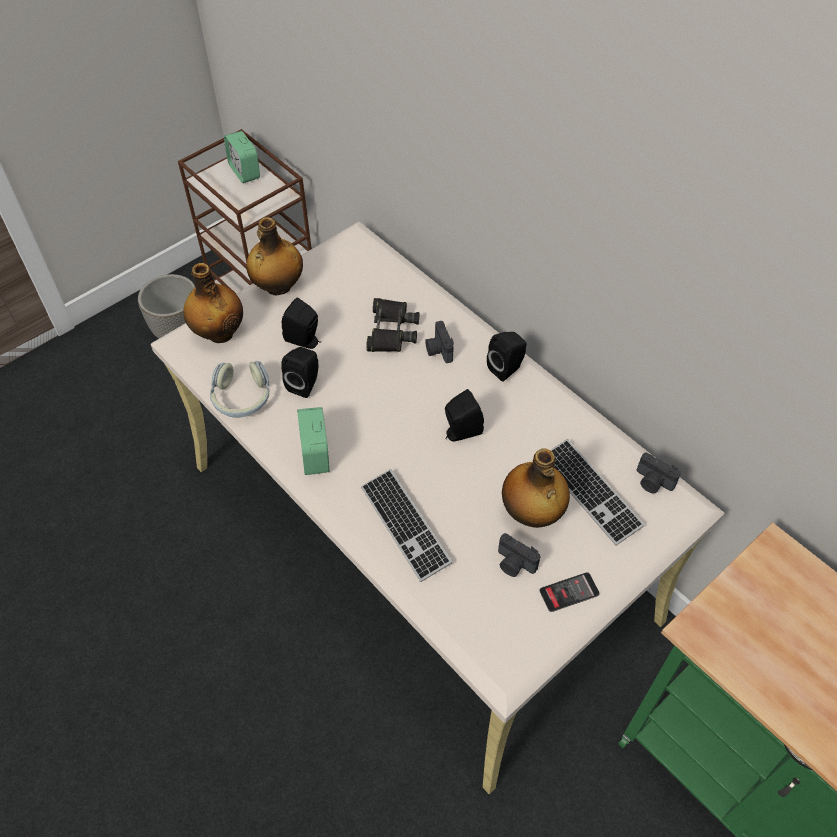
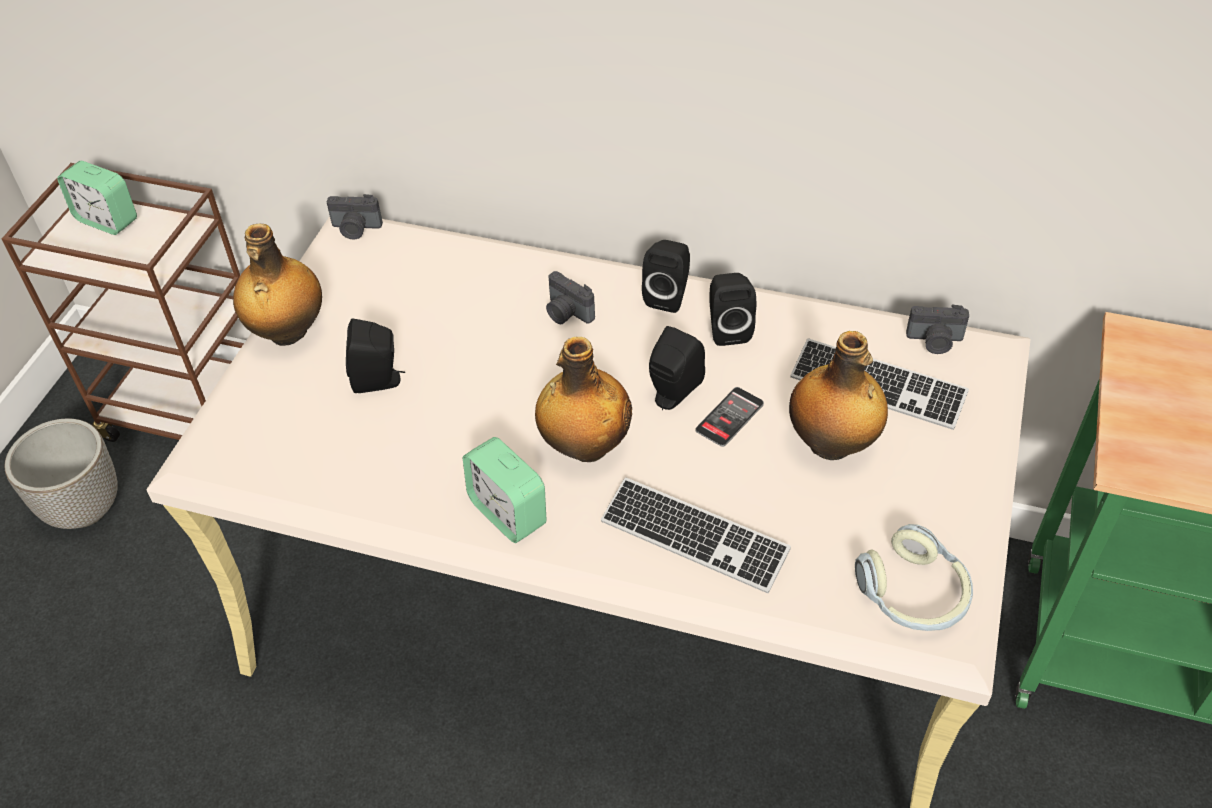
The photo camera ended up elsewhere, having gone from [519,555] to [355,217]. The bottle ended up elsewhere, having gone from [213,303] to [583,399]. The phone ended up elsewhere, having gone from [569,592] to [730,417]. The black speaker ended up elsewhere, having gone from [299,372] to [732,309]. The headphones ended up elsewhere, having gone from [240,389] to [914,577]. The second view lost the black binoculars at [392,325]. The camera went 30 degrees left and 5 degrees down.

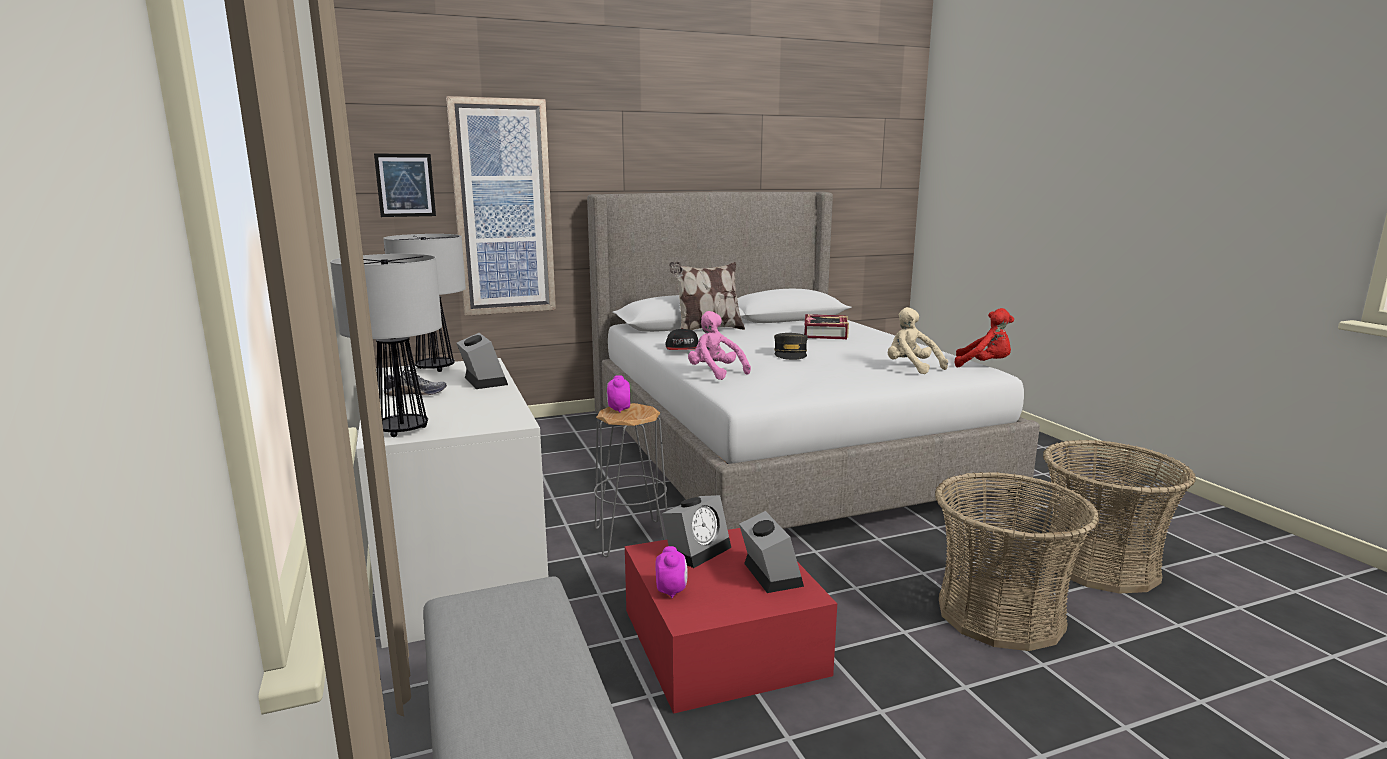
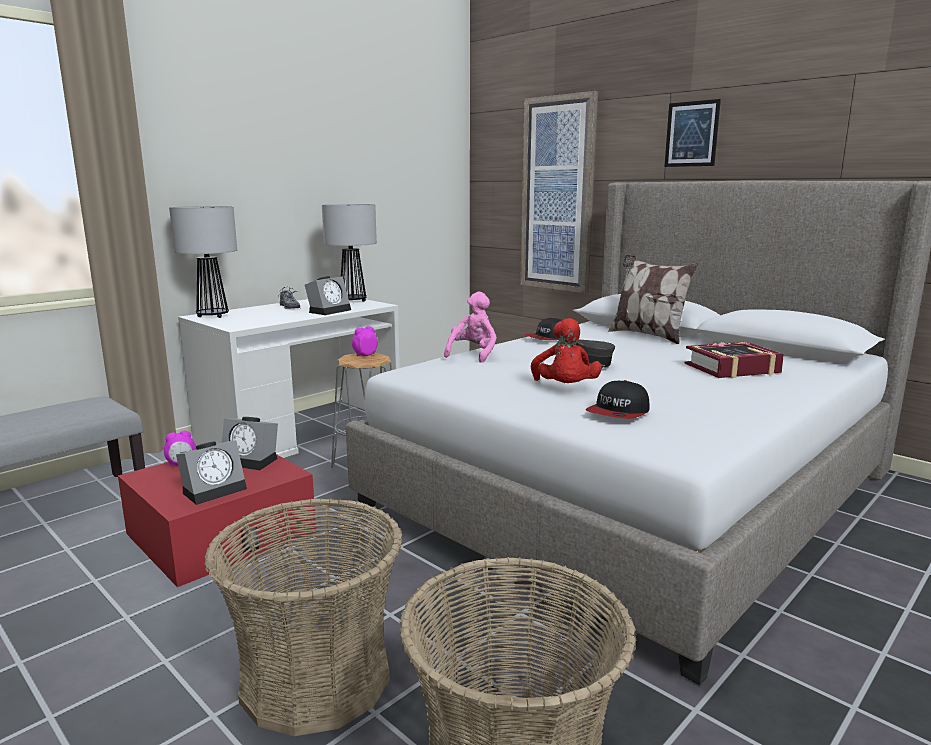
The red plush toy ended up elsewhere, having gone from [984,337] to [566,350]. Where the beige plush toy stood at [918,340], the cap came to stand at [618,399]. The picture ended up elsewhere, having gone from [405,185] to [692,133]. The camera went 65 degrees right and 0 degrees up.

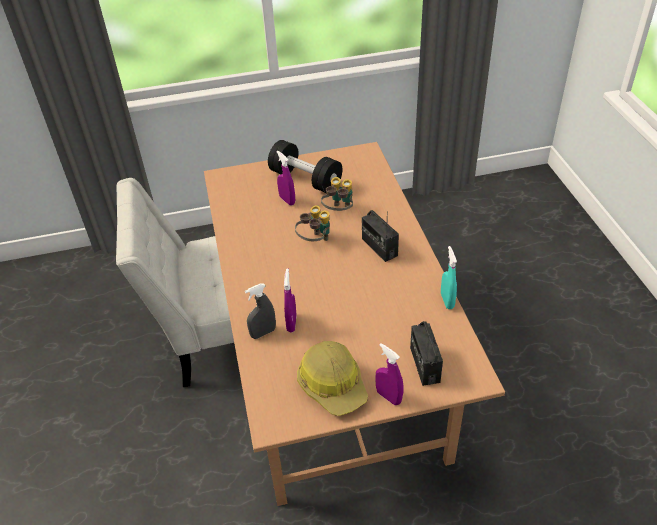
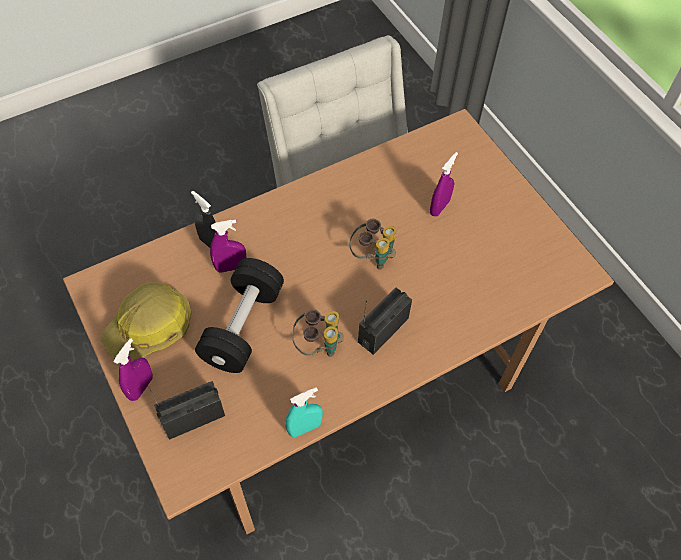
The black dumbbell ended up elsewhere, having gone from [305,166] to [239,315]. The binoculars ended up elsewhere, having gone from [337,194] to [318,333]. The camera went 70 degrees right and 15 degrees up.

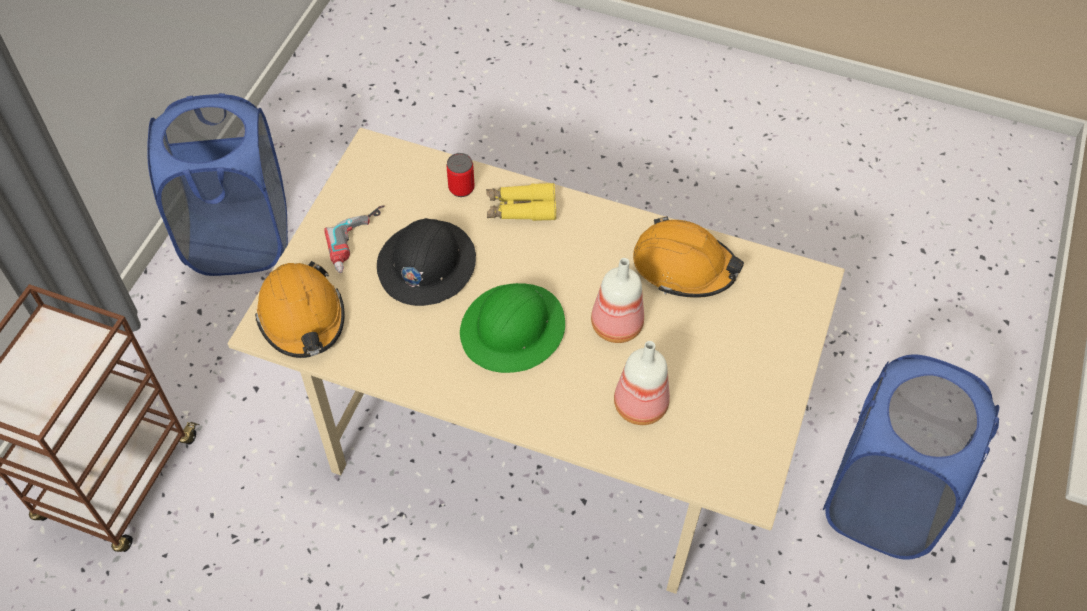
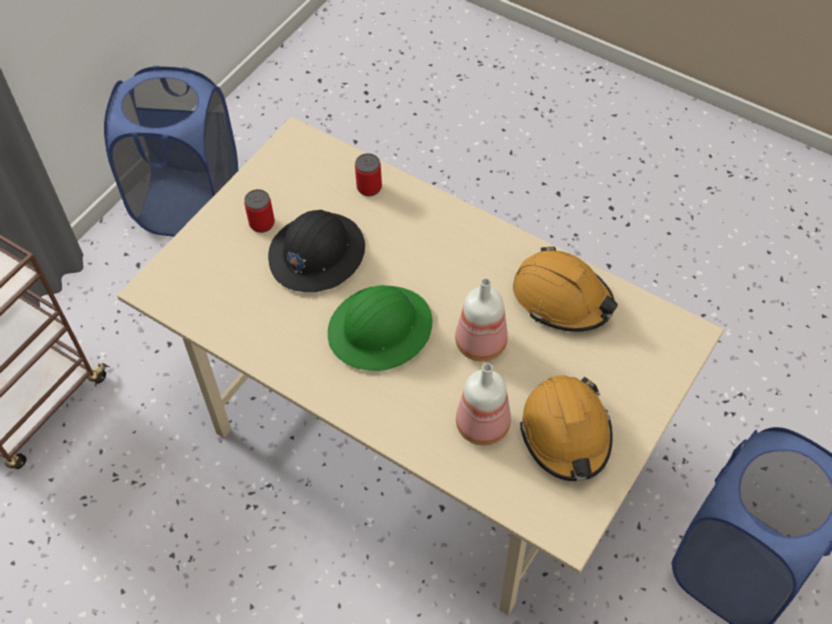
Where the power drill stood at [354,239], the can came to stand at [259,211]. The orange hard hat ended up elsewhere, having gone from [300,309] to [566,428]. The second view lost the yellow binoculars at [521,202]. The camera went 15 degrees right and 0 degrees up.

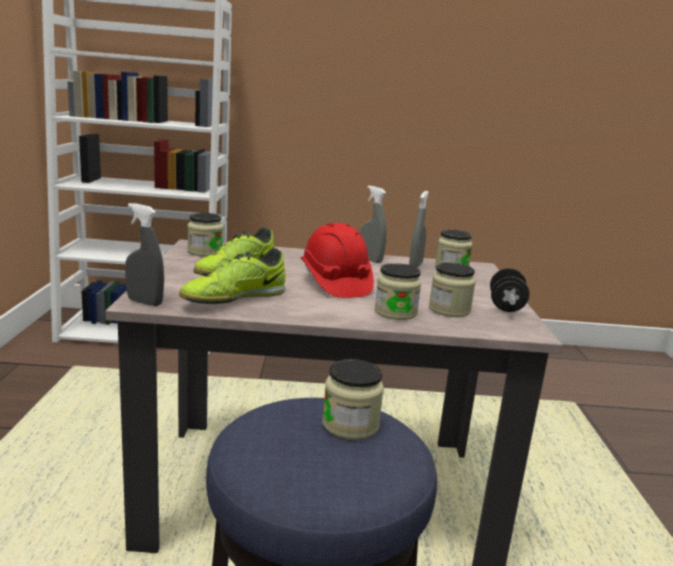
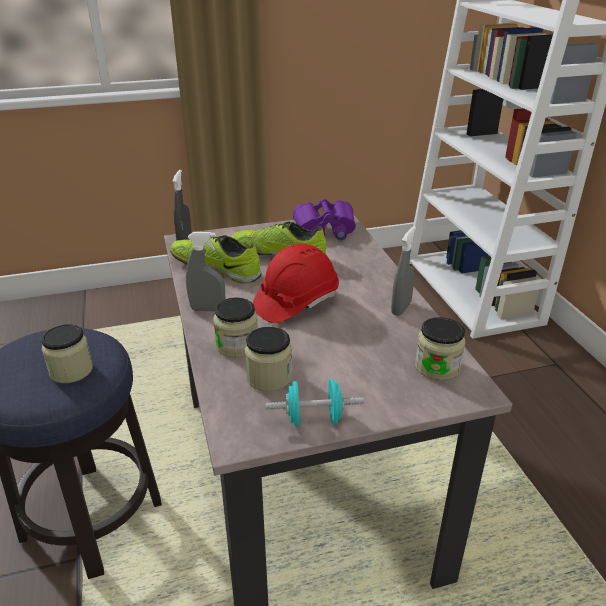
The grey spray bottle ended up elsewhere, having gone from [419,229] to [205,271]. What was the black dumbbell at [510,290] turned into the turquoise dumbbell at [314,403]. Where the jar stood at [205,234], the purple binoculars came to stand at [324,219]. The camera went 75 degrees right and 15 degrees up.

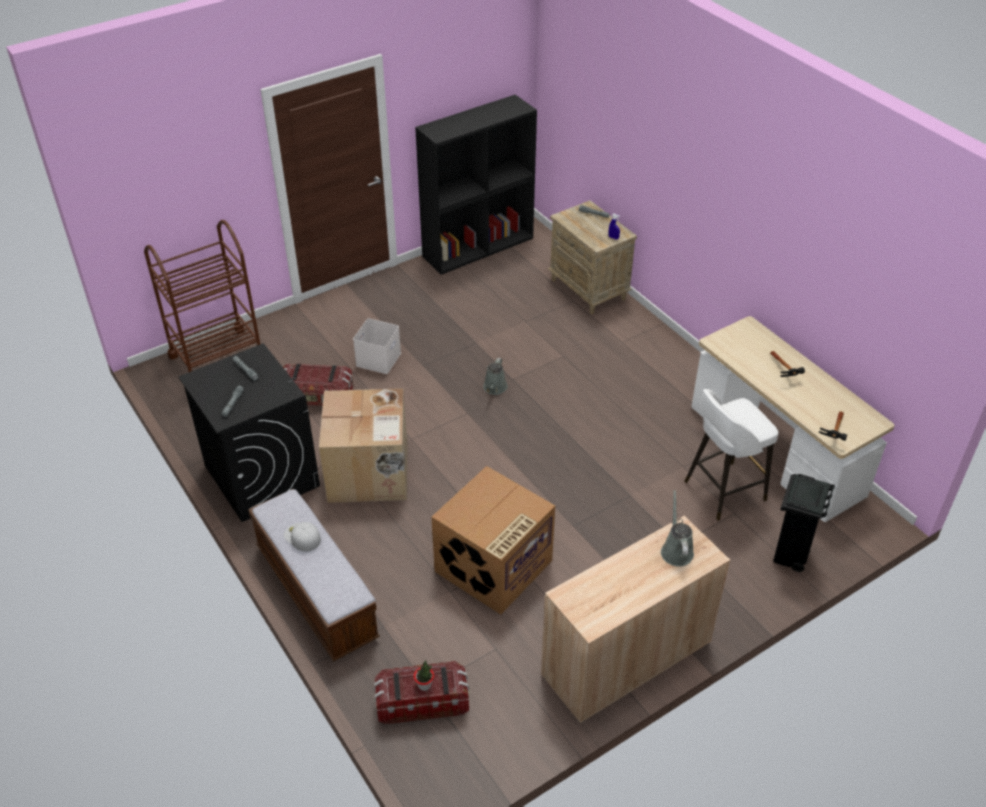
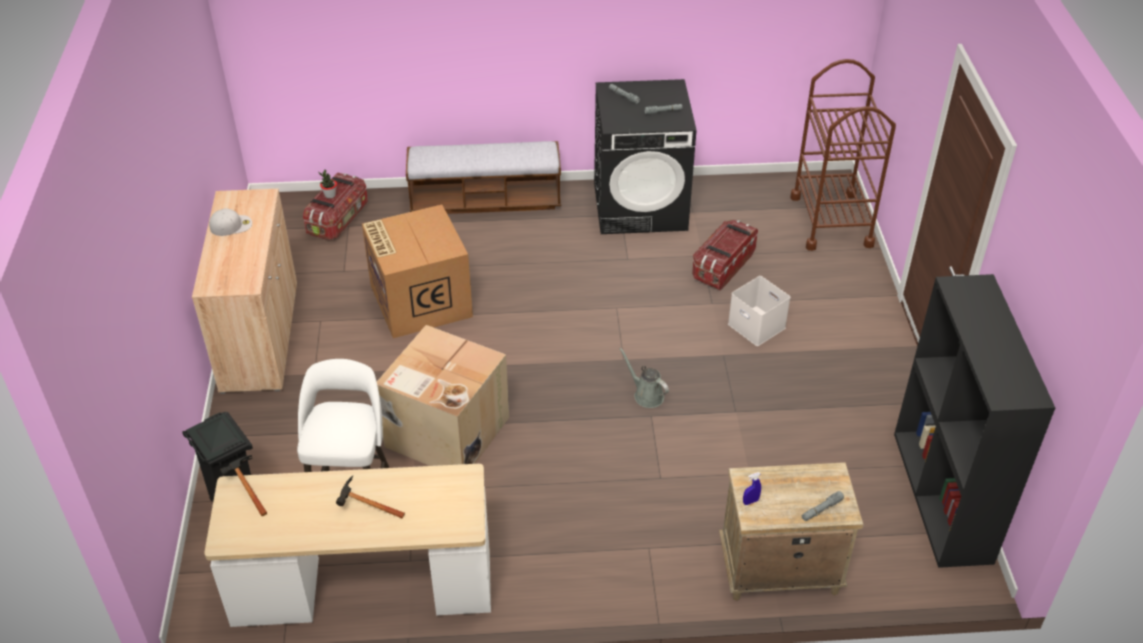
The white cap ended up elsewhere, having gone from [302,537] to [230,222]. The cardboard box ended up elsewhere, having gone from [363,445] to [443,395]. The second view lost the grey watering can at [677,528]. The camera went 120 degrees right and 0 degrees up.

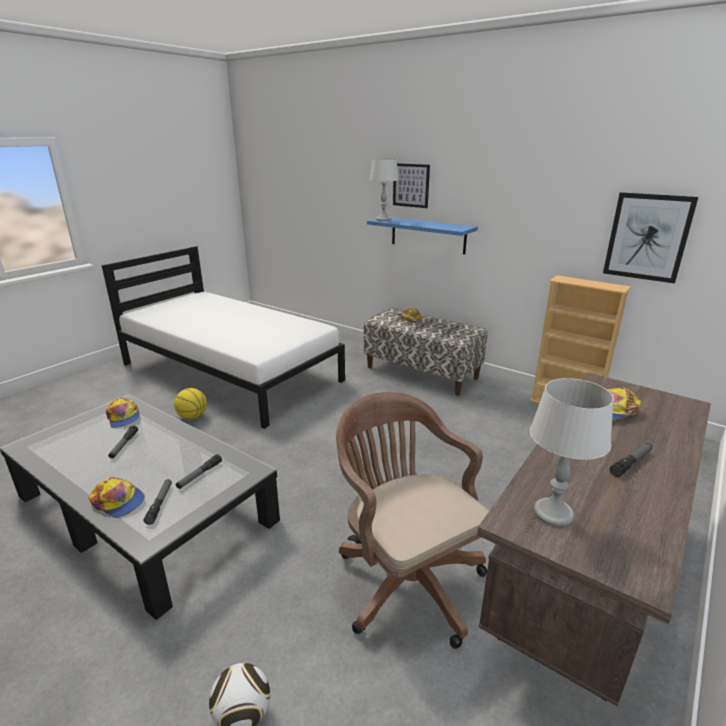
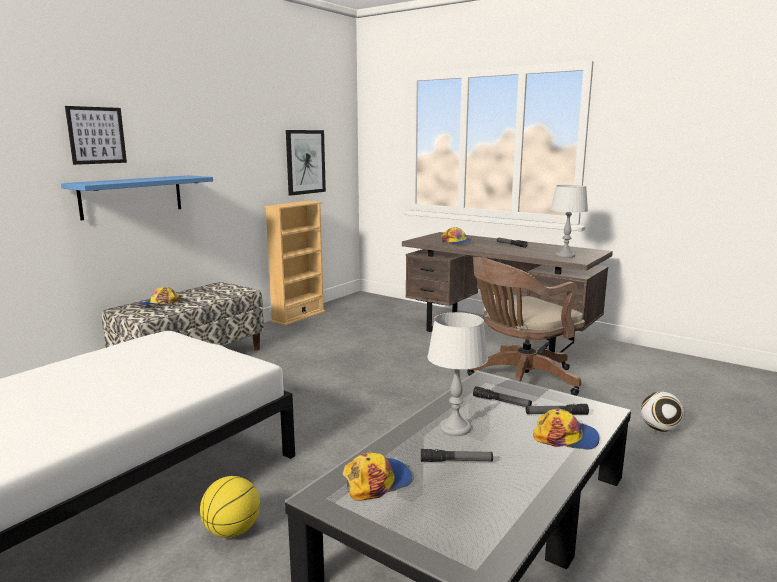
The grey table lamp ended up elsewhere, having gone from [384,189] to [457,374]. The cap at [116,497] ended up facing another way, 75 degrees clockwise from before. The camera went 90 degrees left and 10 degrees down.

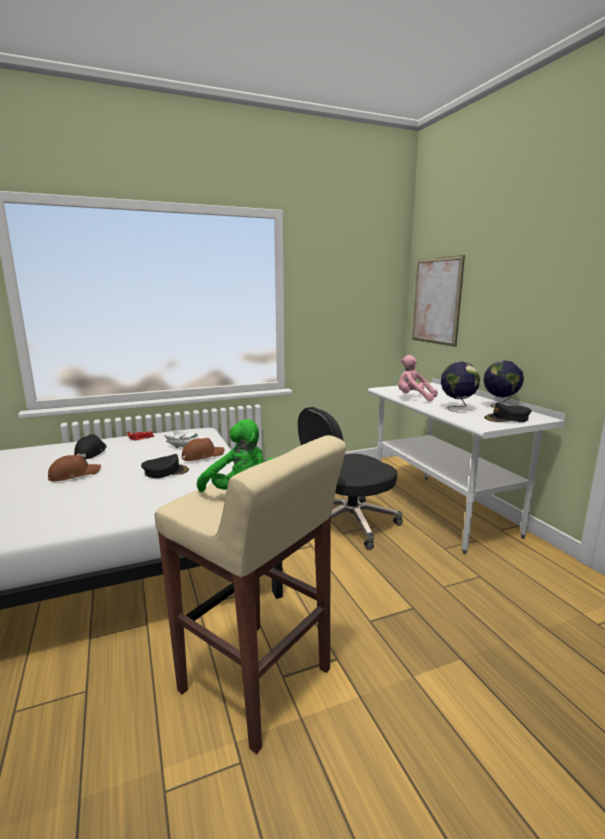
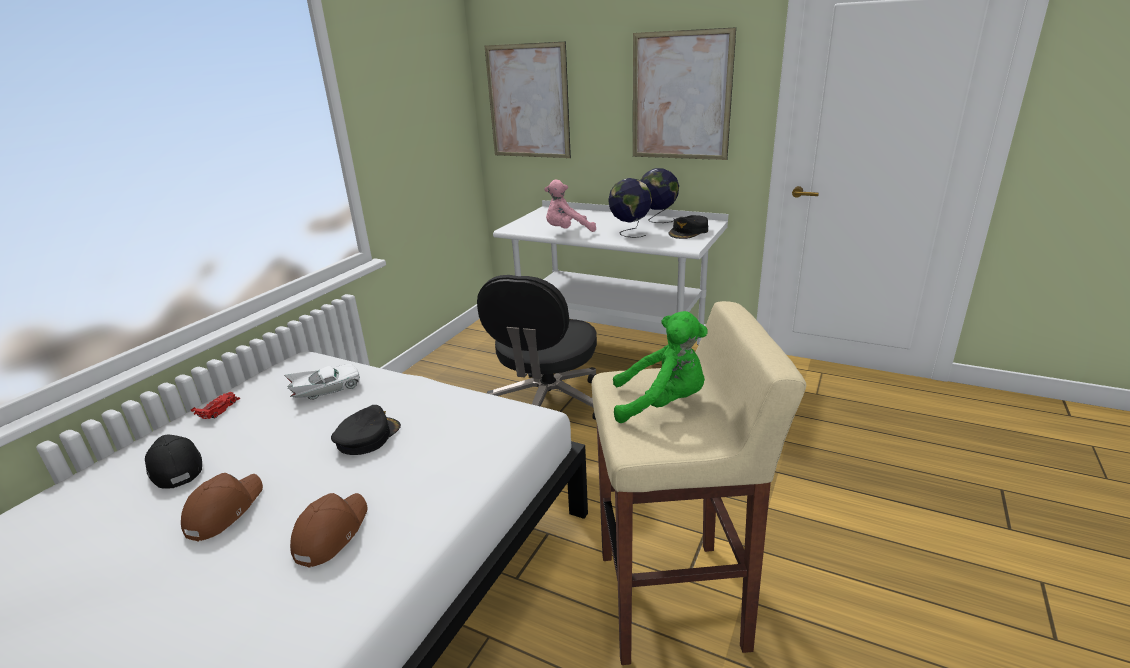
The brown cap ended up elsewhere, having gone from [203,449] to [329,530]. The second view gained the picture at [684,93]. The camera went 40 degrees left and 10 degrees up.

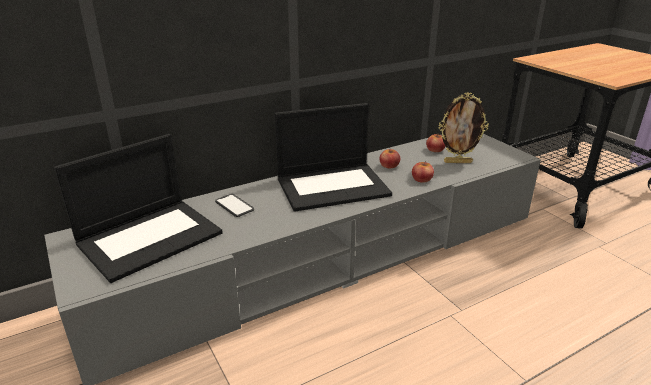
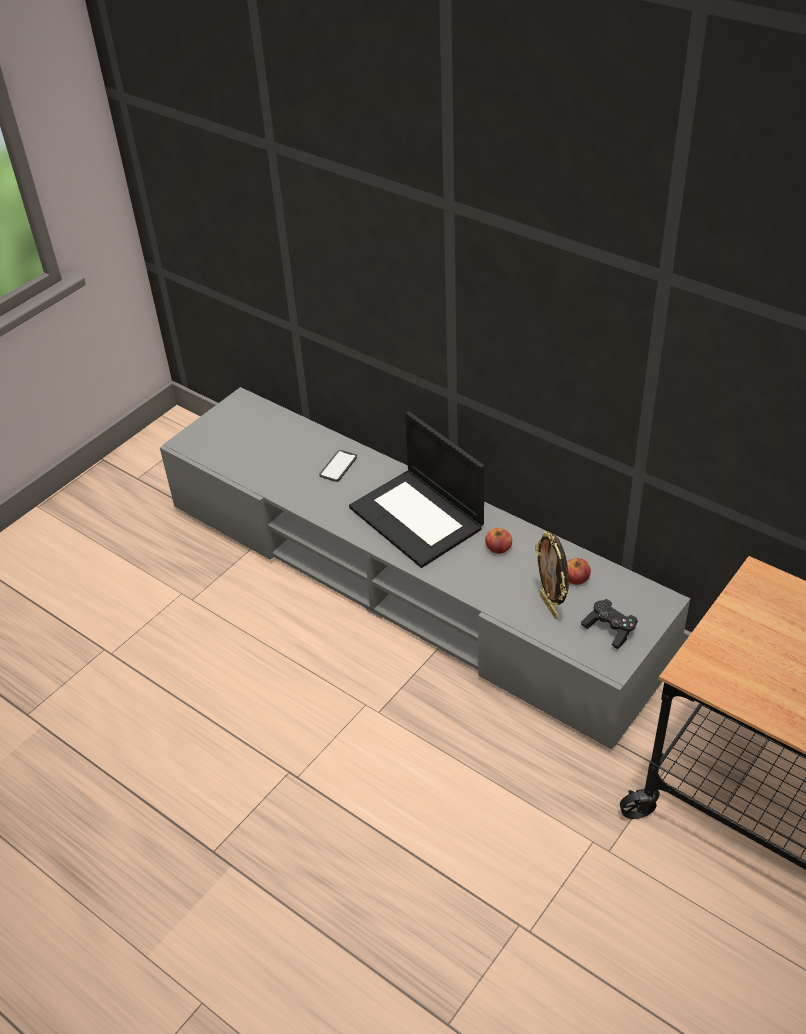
The second view gained the black game controller at [609,624]. The second view lost the laptop at [138,208]. The second view lost the apple at [423,172]. The camera went 70 degrees right and 15 degrees up.

